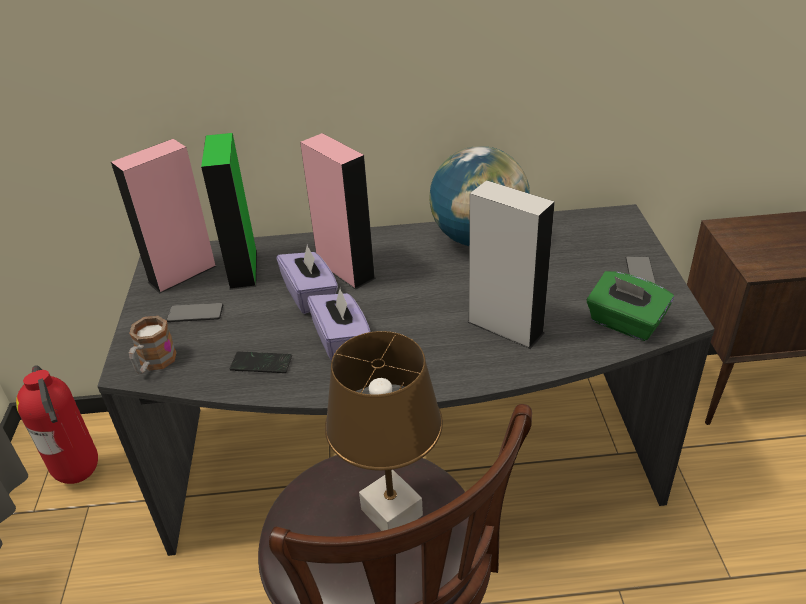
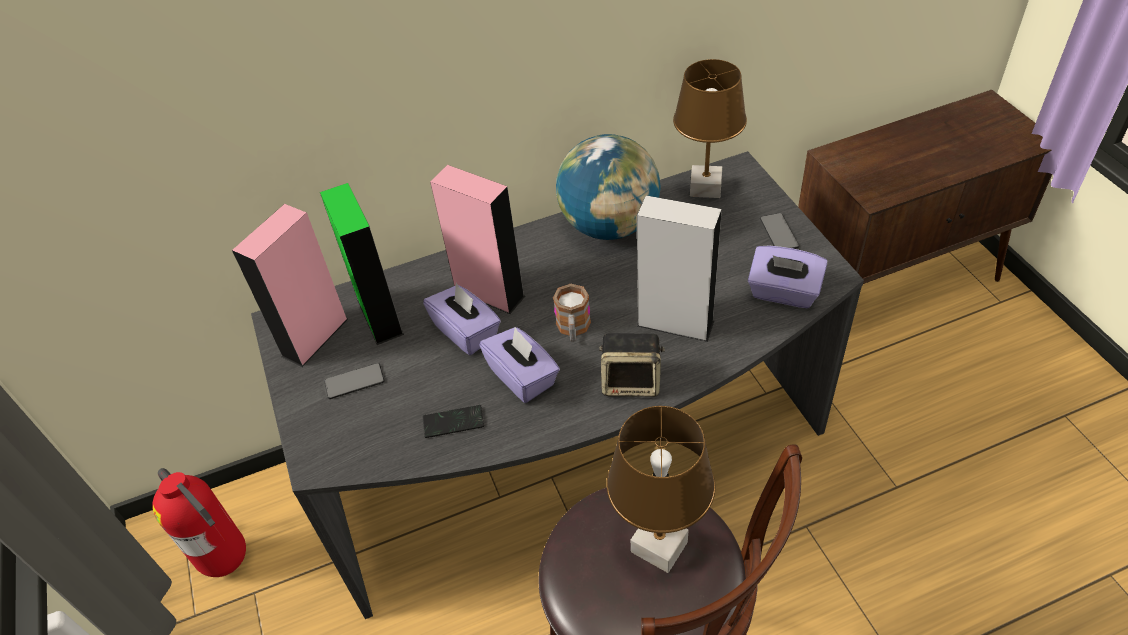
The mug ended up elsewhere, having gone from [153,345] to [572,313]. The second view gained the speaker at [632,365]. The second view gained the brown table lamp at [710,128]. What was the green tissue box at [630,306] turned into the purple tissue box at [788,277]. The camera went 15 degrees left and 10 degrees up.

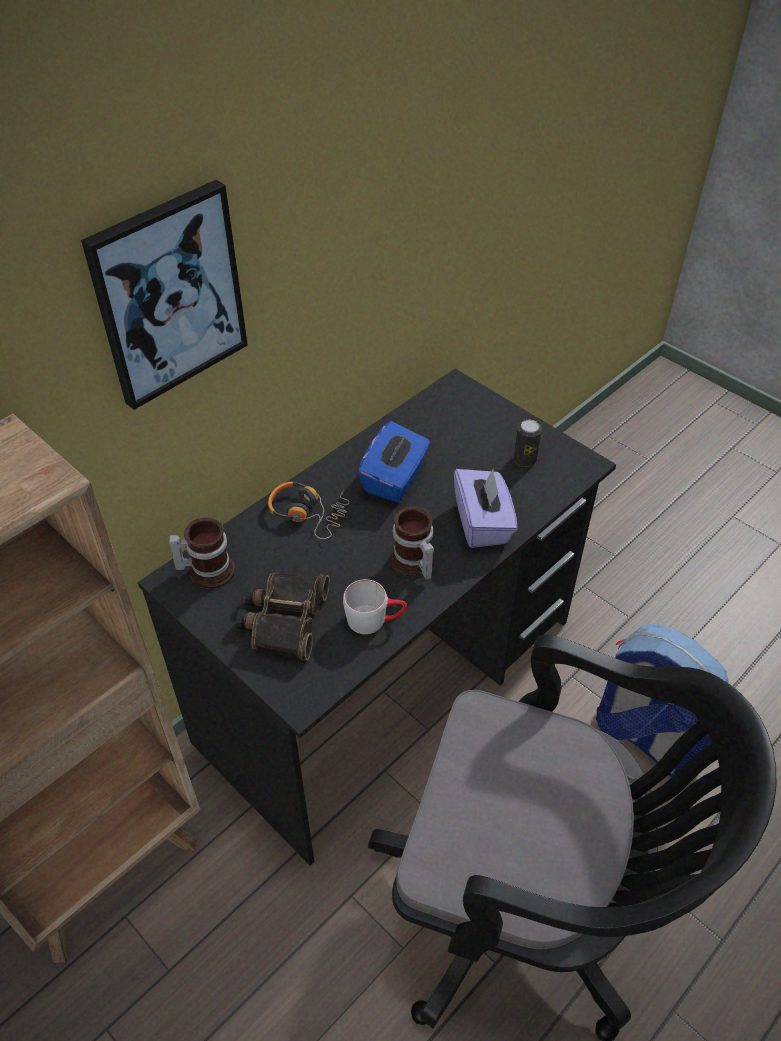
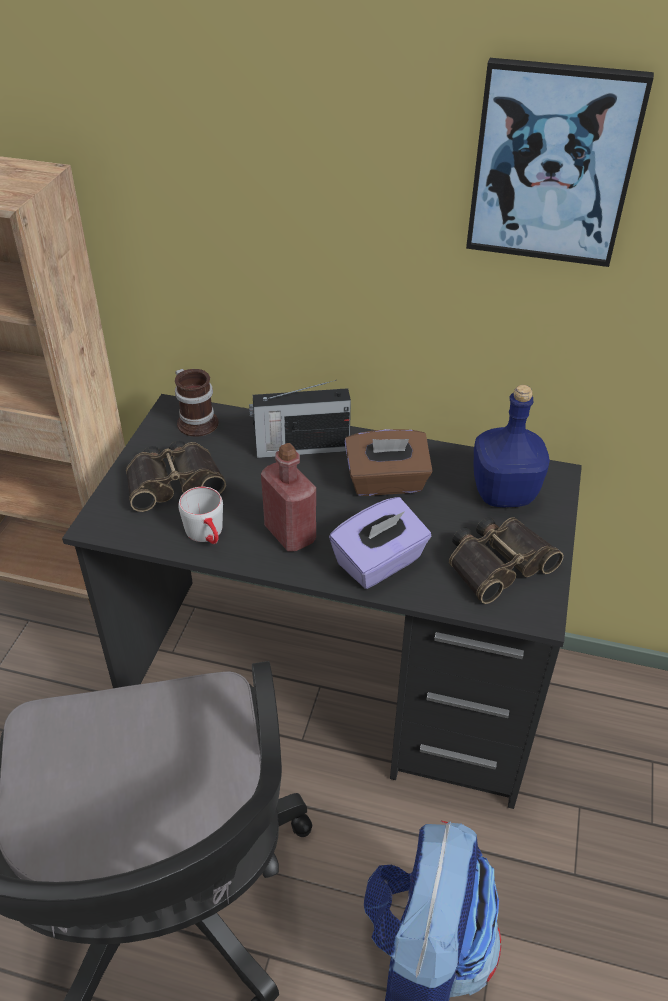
Where the headphones stood at [308,510], the radio came to stand at [300,419]. Where the mug stood at [412,543], the red bottle came to stand at [288,497]. What was the blue tissue box at [394,461] turned into the brown tissue box at [389,462]. Where the can stood at [528,443], the binoculars came to stand at [506,560]. The picture ended up elsewhere, having gone from [164,295] to [560,162]. The second view gained the blue bottle at [511,446]. The camera went 60 degrees right and 5 degrees down.

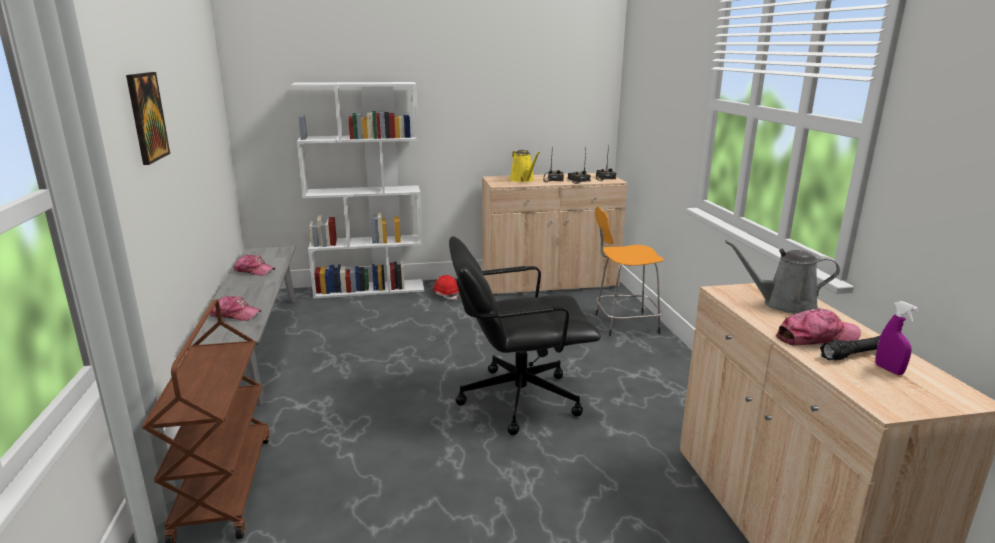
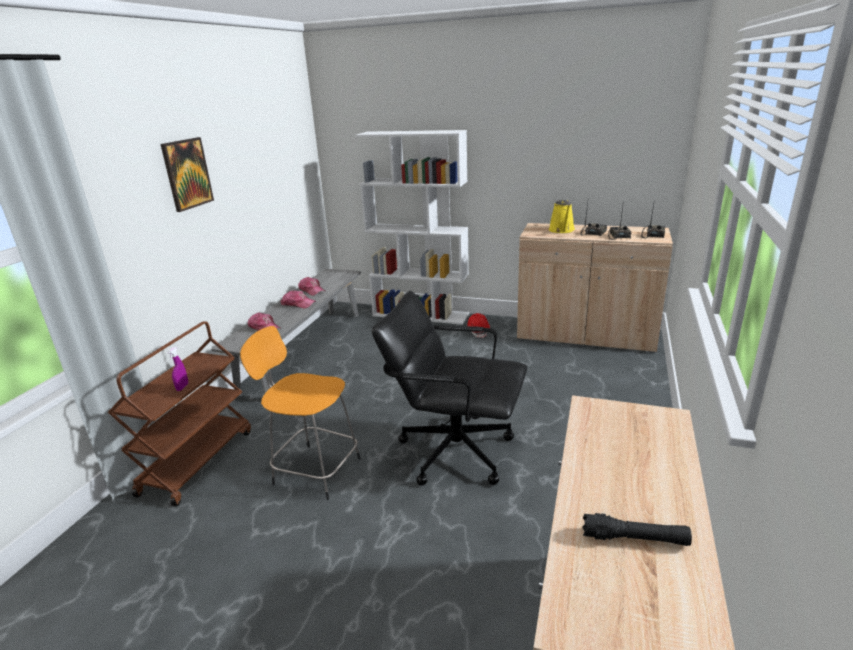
The purple spray bottle ended up elsewhere, having gone from [897,338] to [177,369]. The orange stool ended up elsewhere, having gone from [629,271] to [300,413]. The cap ended up elsewhere, having gone from [818,326] to [298,299]. The second view lost the grey watering can at [782,277]. The camera went 30 degrees right and 5 degrees up.

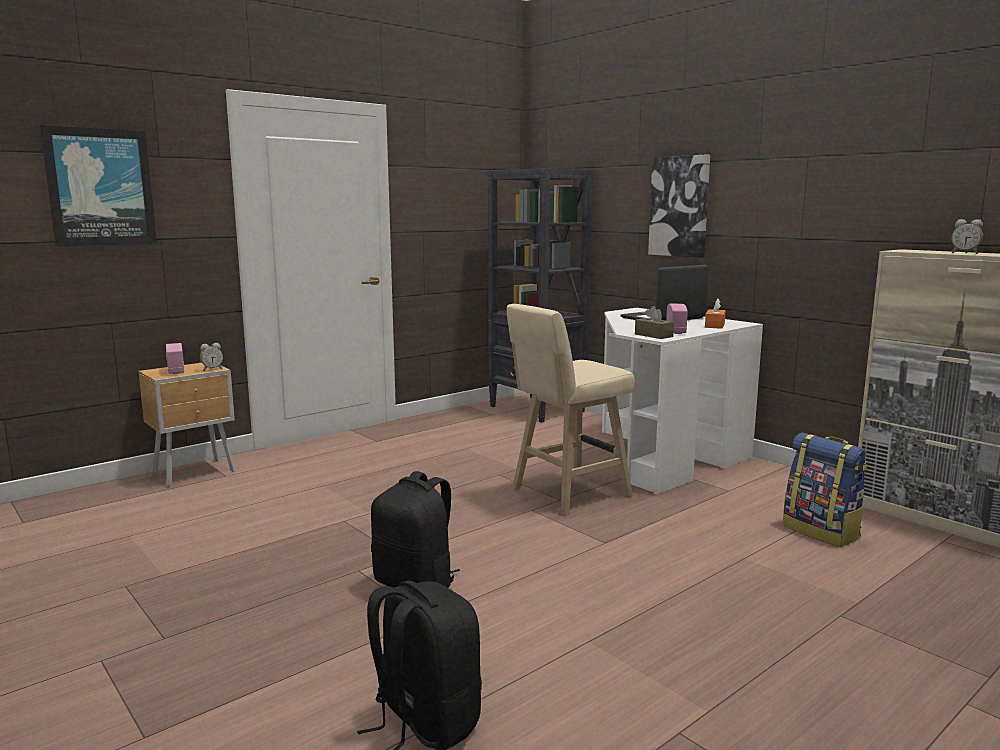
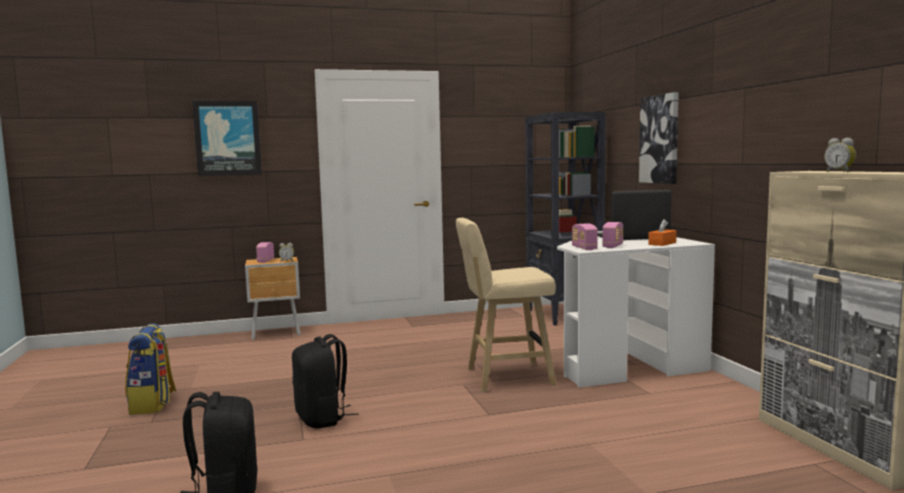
The backpack ended up elsewhere, having gone from [825,490] to [150,369]. Where the brown tissue box stood at [654,322], the radio came to stand at [585,236]. The camera went 25 degrees right and 5 degrees down.

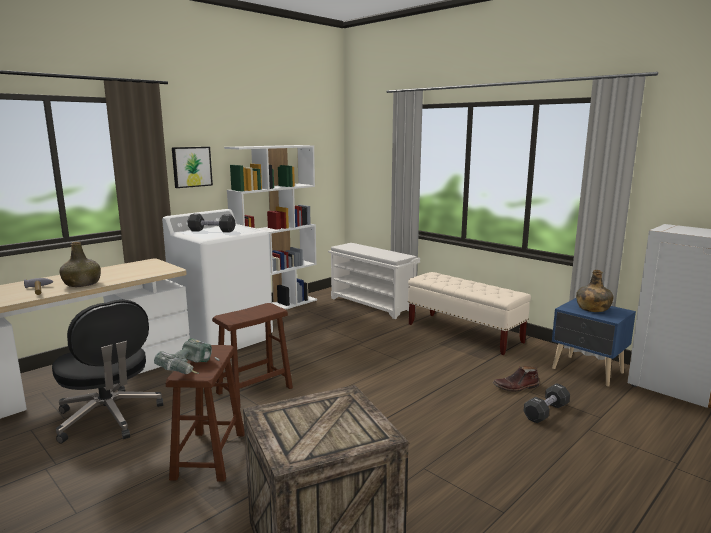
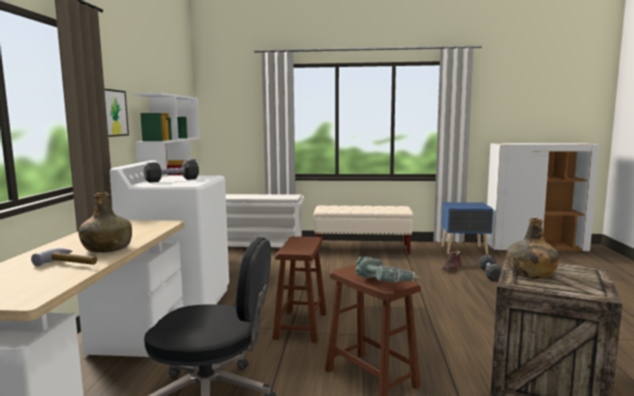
The green bottle ended up elsewhere, having gone from [595,291] to [533,248]. The camera went 40 degrees left and 5 degrees down.

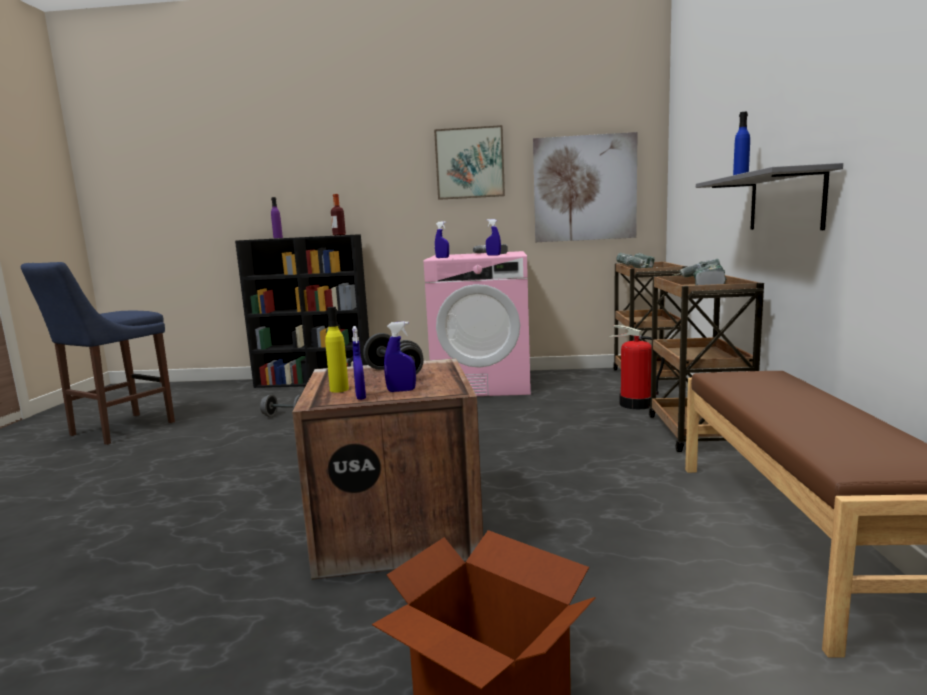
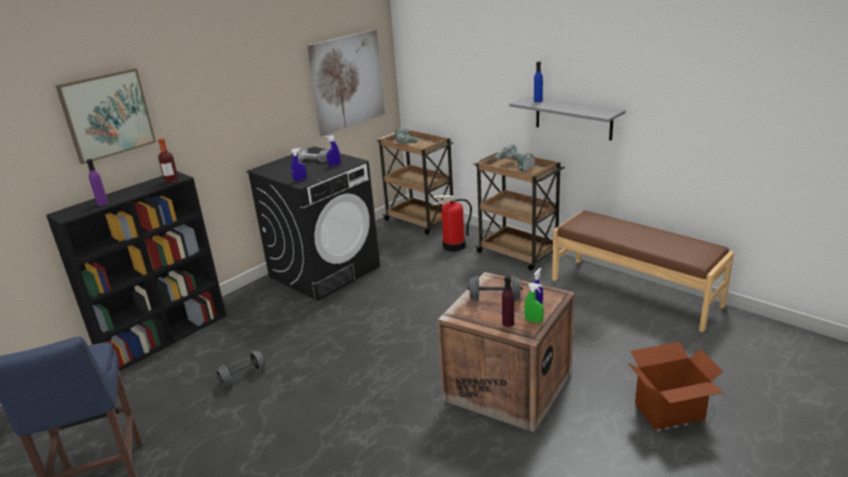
The picture ended up elsewhere, having gone from [469,162] to [105,116]. What was the pink washing machine at [477,323] turned into the black washing machine at [313,223]. What was the yellow bottle at [337,350] turned into the purple bottle at [508,301]. What was the blue spray bottle at [359,363] turned into the green spray bottle at [534,303]. The camera went 50 degrees left and 15 degrees up.

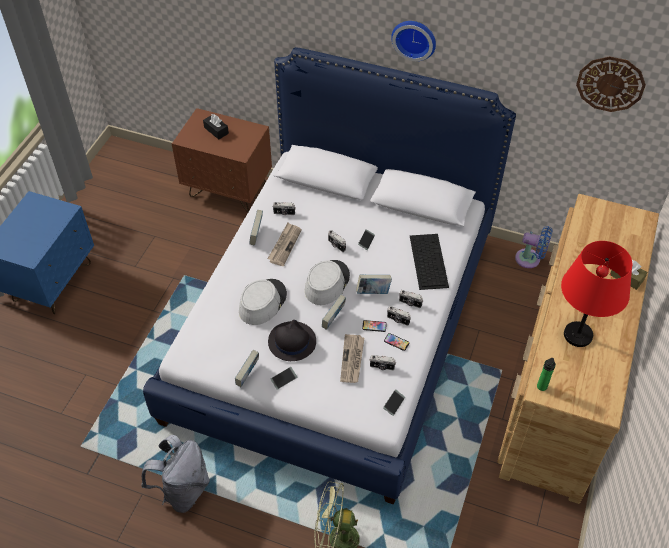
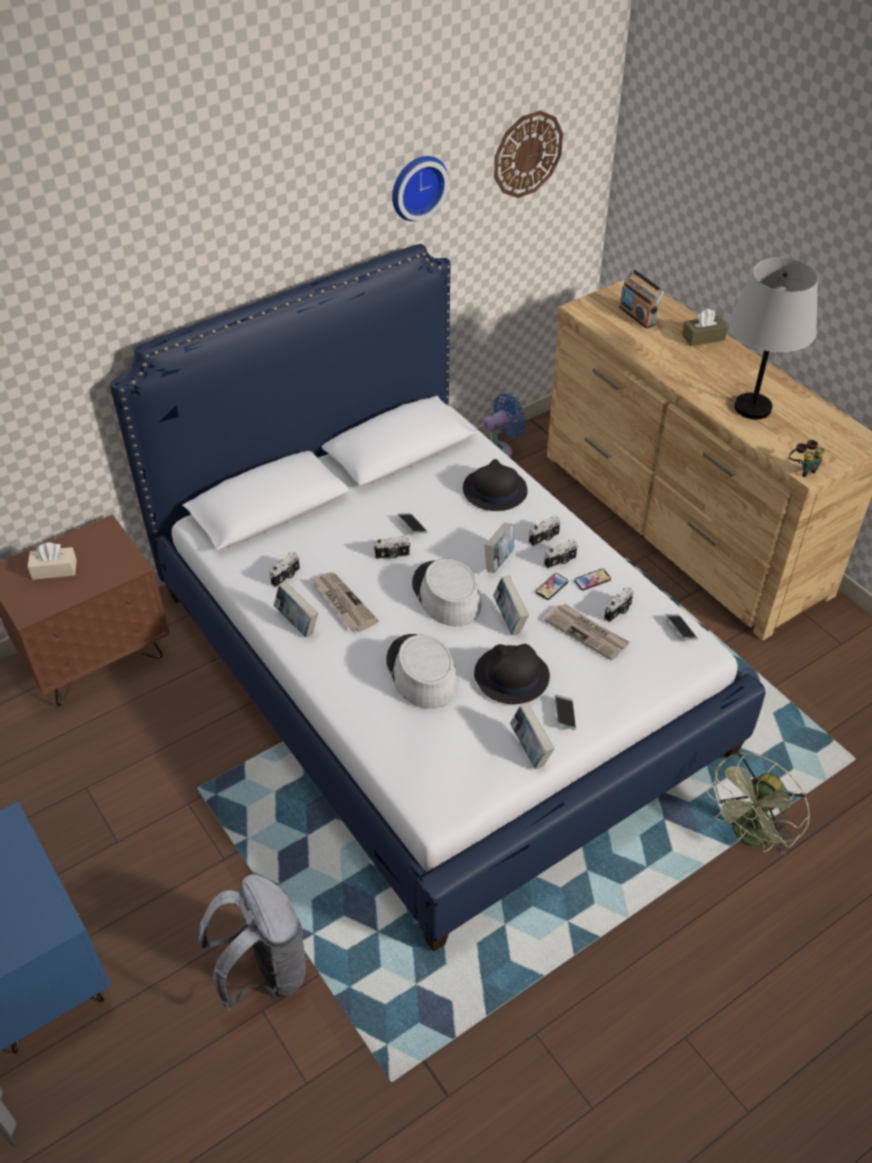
What was the black tissue box at [216,126] turned into the beige tissue box at [52,561]. The grey backpack ended up elsewhere, having gone from [175,474] to [252,942]. The wall clock ended up elsewhere, having gone from [413,41] to [420,188]. Where the keyboard stood at [429,262], the black hat came to stand at [495,485]. The second view gained the radio at [641,299]. What was the red table lamp at [596,294] turned into the grey table lamp at [773,338]. Where the bottle stood at [546,374], the binoculars came to stand at [807,458]. The camera went 55 degrees left and 5 degrees down.

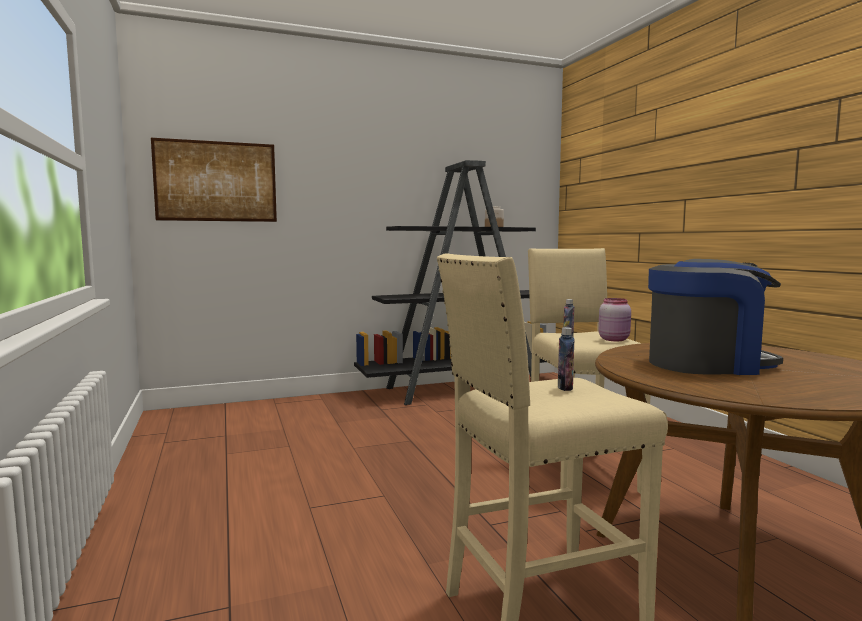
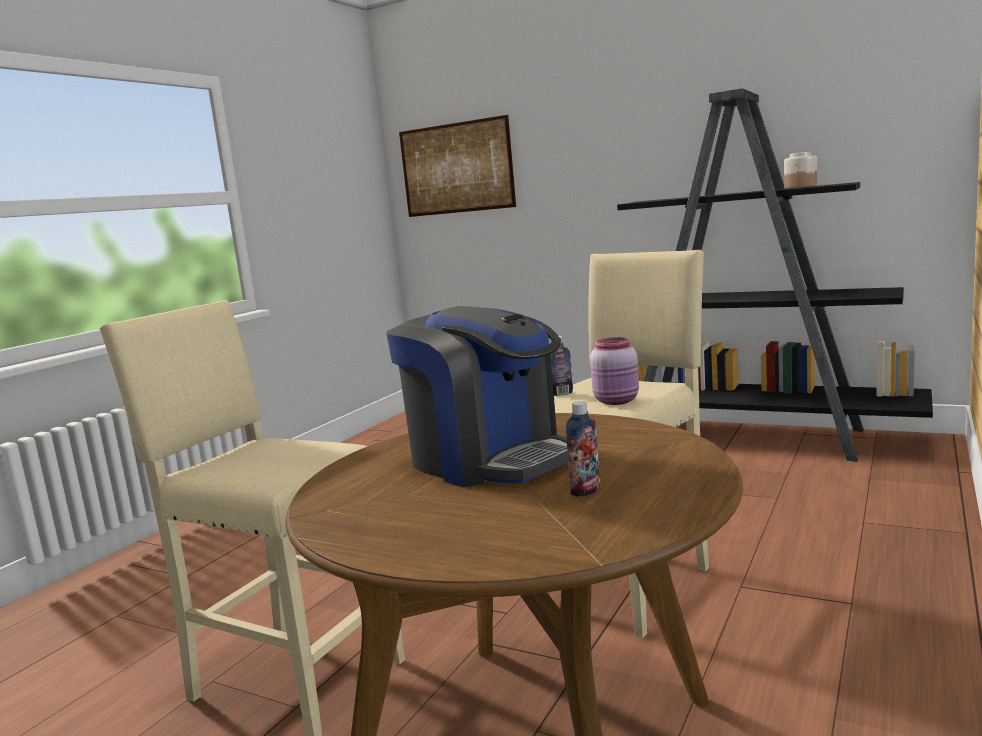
The bottle ended up elsewhere, having gone from [566,359] to [583,449]. The camera went 50 degrees right and 5 degrees up.

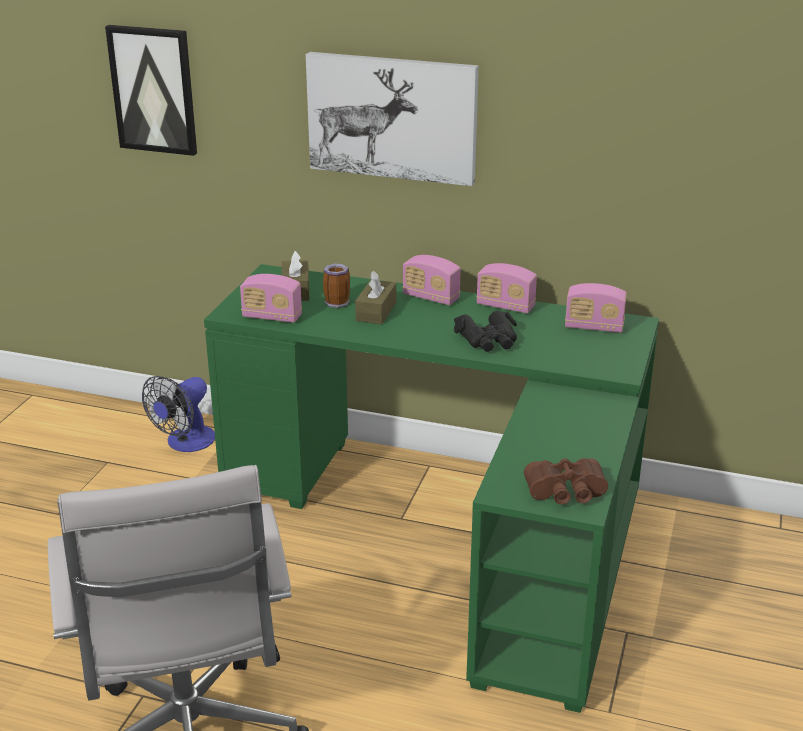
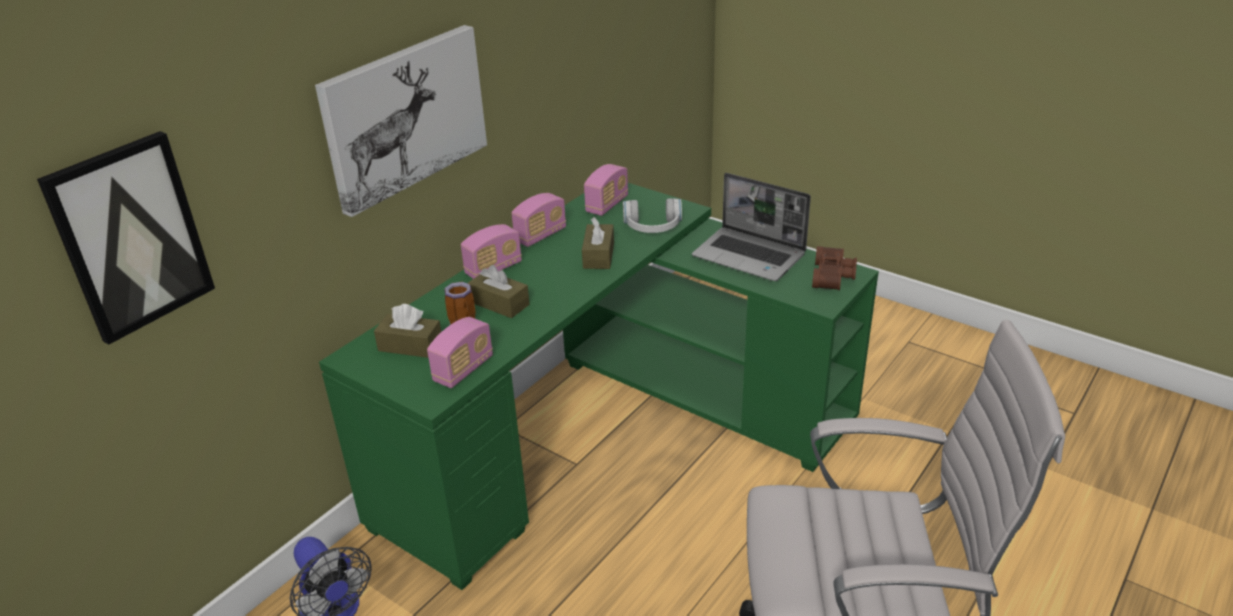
Where the black binoculars stood at [485,331], the brown tissue box came to stand at [598,243]. The second view gained the white headphones at [652,215]. The second view gained the laptop at [751,227]. The camera went 70 degrees left and 5 degrees up.

